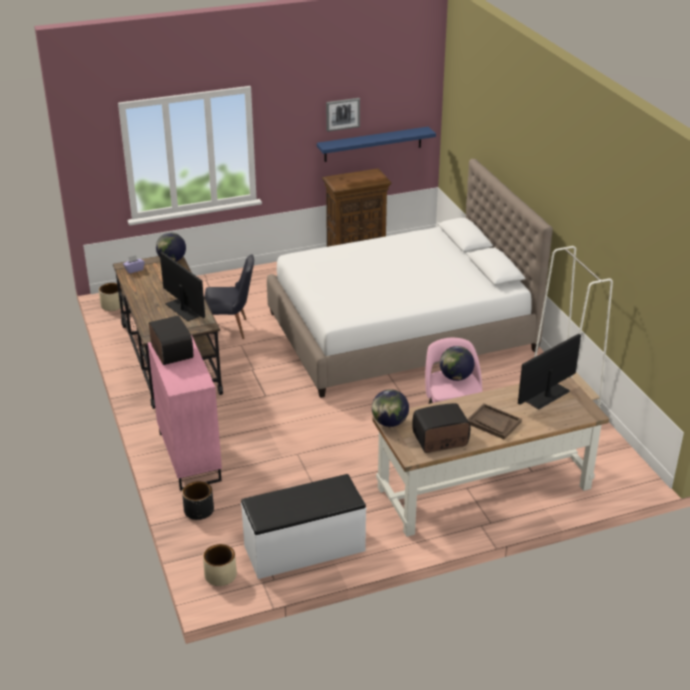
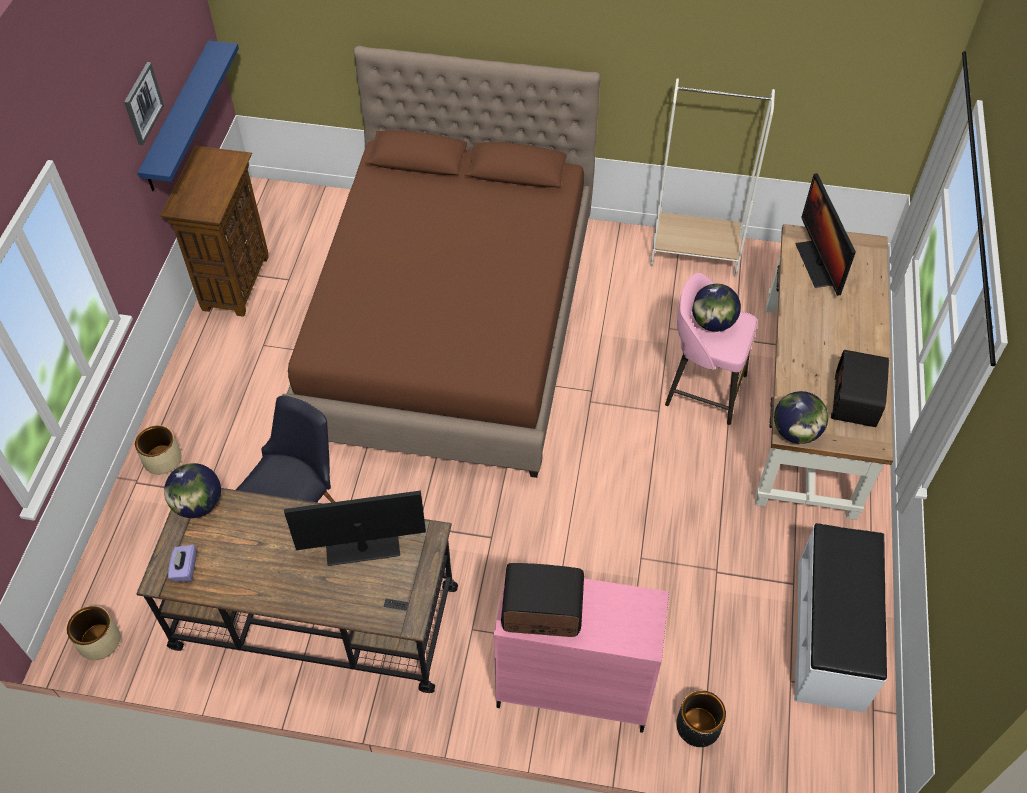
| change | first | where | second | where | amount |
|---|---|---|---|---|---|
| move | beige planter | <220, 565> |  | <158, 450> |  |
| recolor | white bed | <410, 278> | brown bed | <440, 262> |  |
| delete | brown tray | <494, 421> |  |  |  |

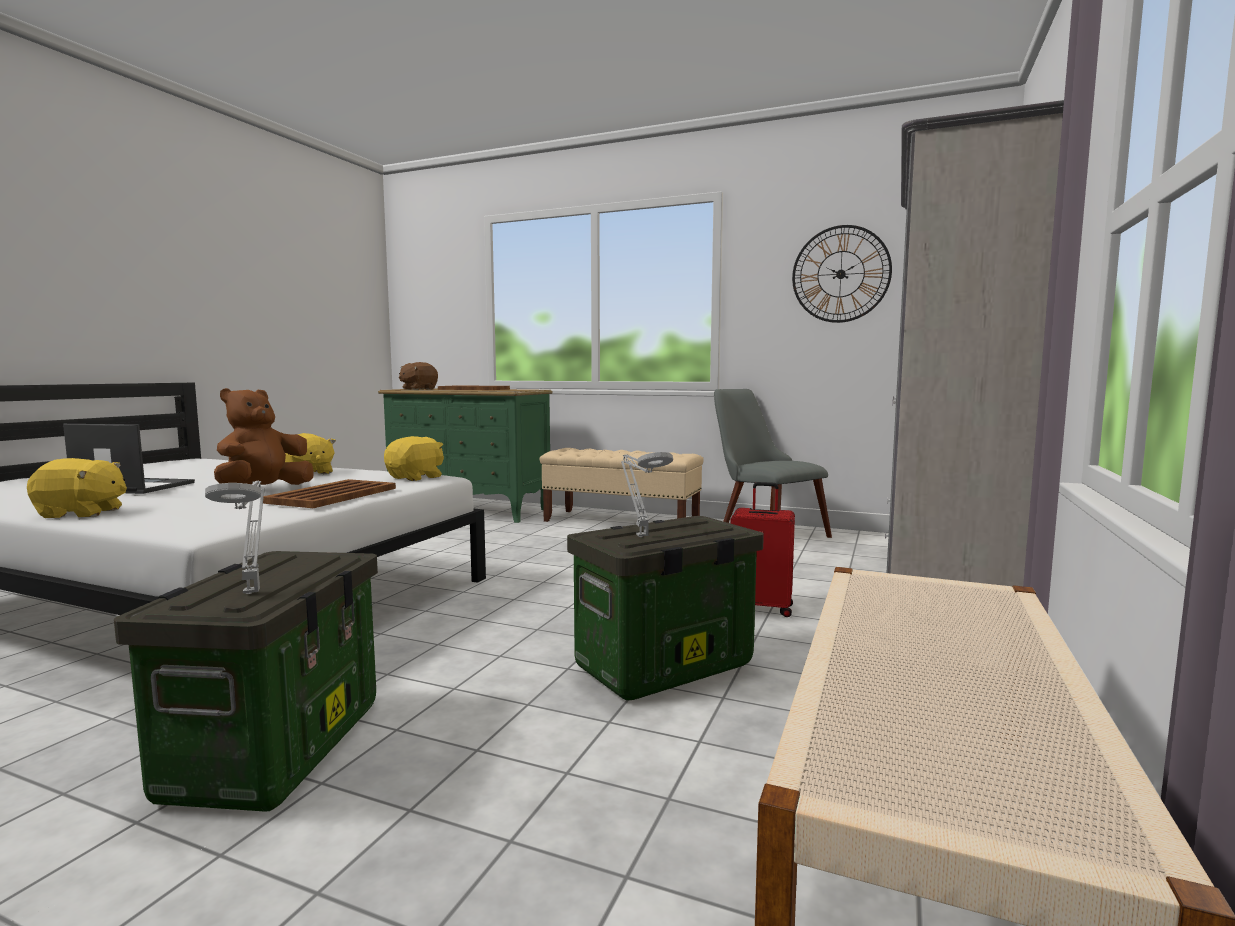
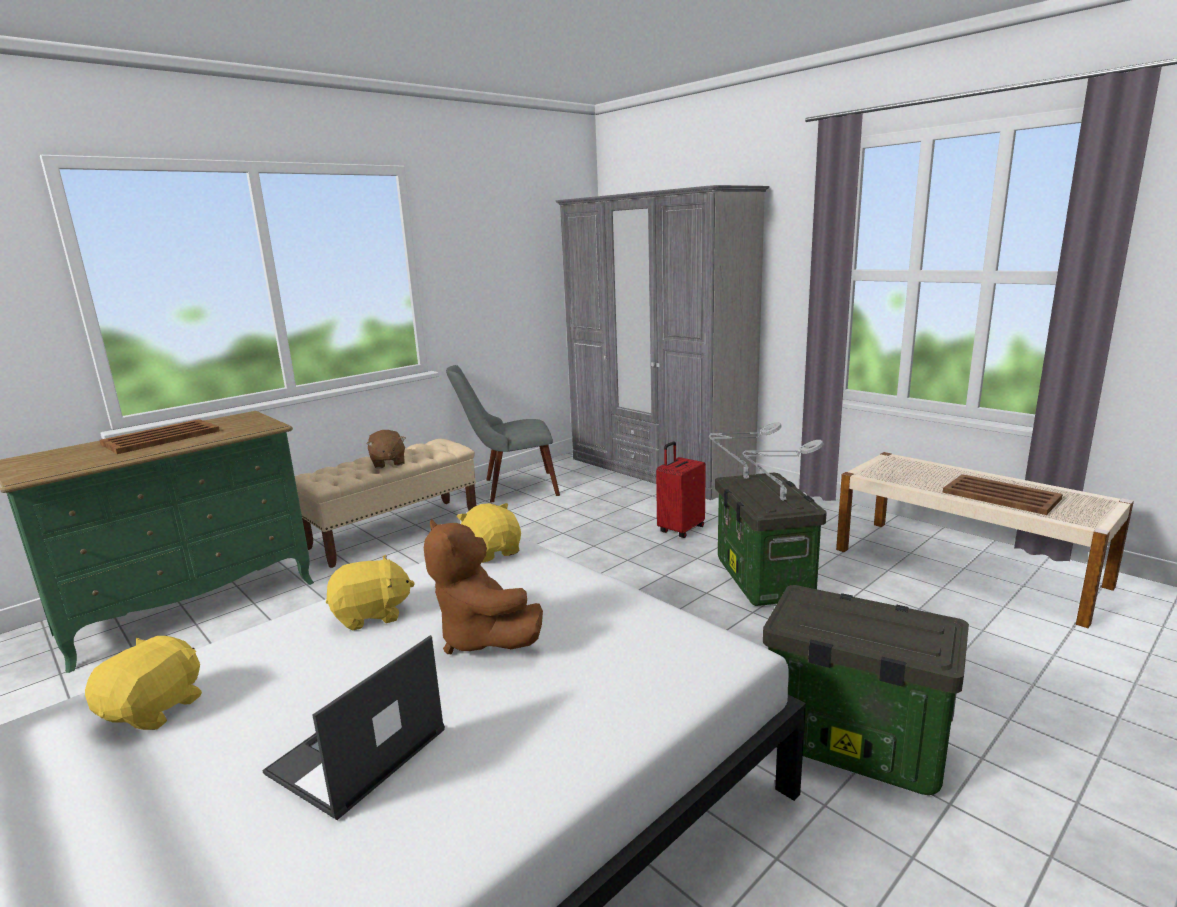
| change | first | where | second | where | amount |
|---|---|---|---|---|---|
| move | yellow plush toy | <77, 488> |  | <143, 683> |  |
| move | grey table lamp | <235, 537> |  | <745, 450> |  |
| move | brown tray | <329, 493> |  | <1003, 494> |  |
| move | brown plush toy | <418, 376> |  | <386, 449> |  |
| delete | wall clock | <842, 274> |  |  |  |

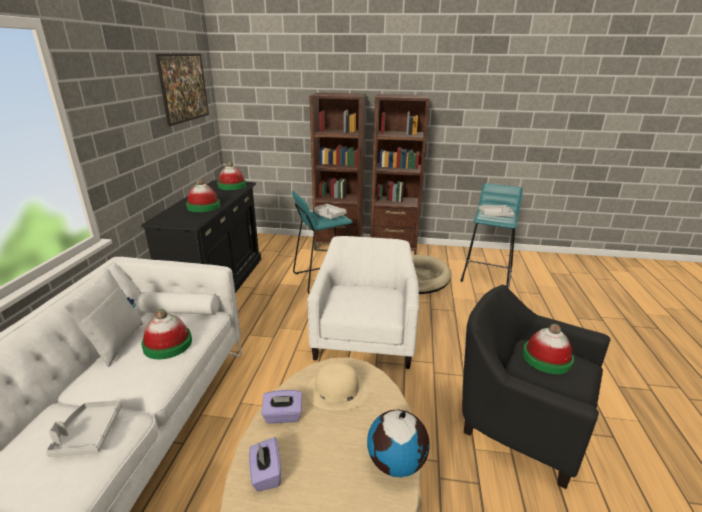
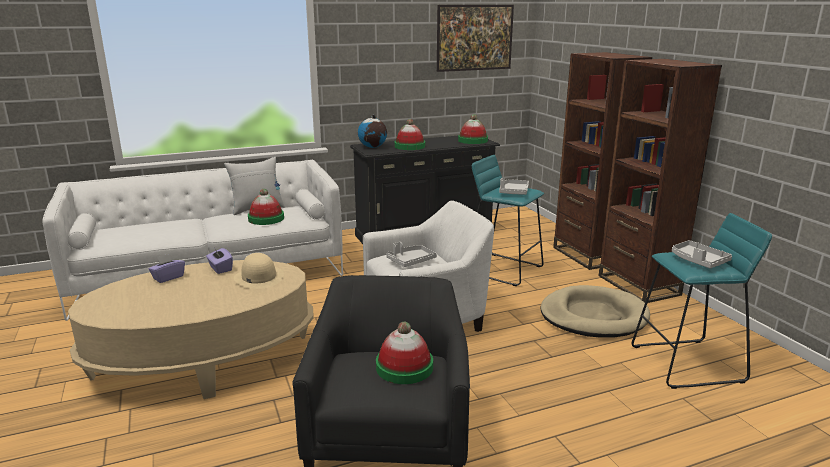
| change | first | where | second | where | amount |
|---|---|---|---|---|---|
| move | grey tray | <84, 428> |  | <411, 254> |  |
| move | globe | <398, 443> |  | <372, 131> |  |

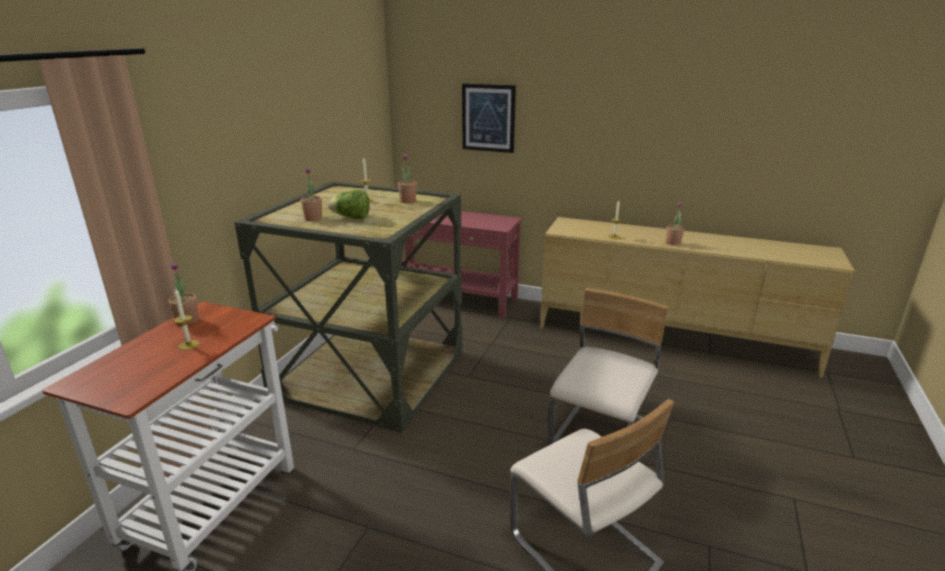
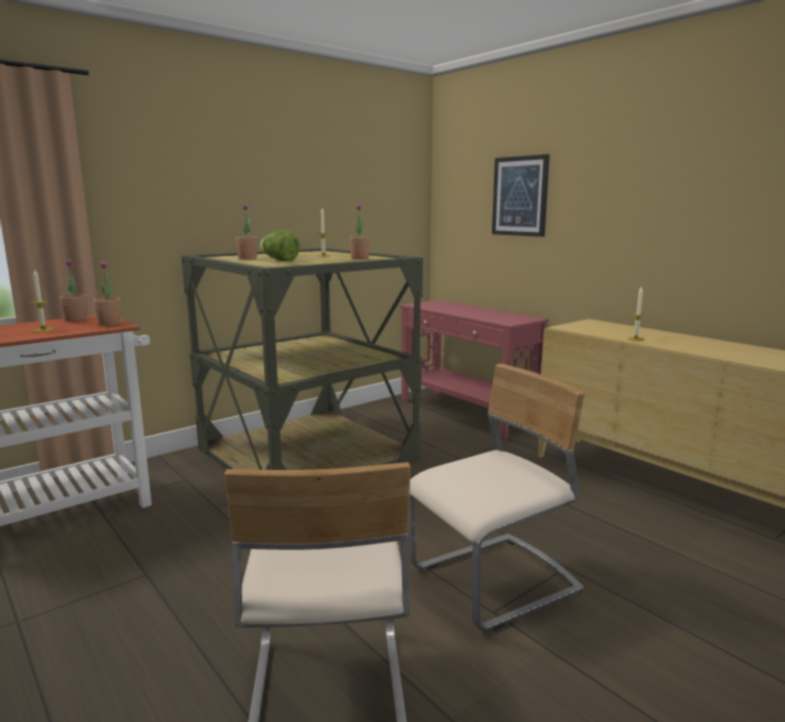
| change | first | where | second | where | amount |
|---|---|---|---|---|---|
| move | potted plant | <675, 224> |  | <107, 293> |  |

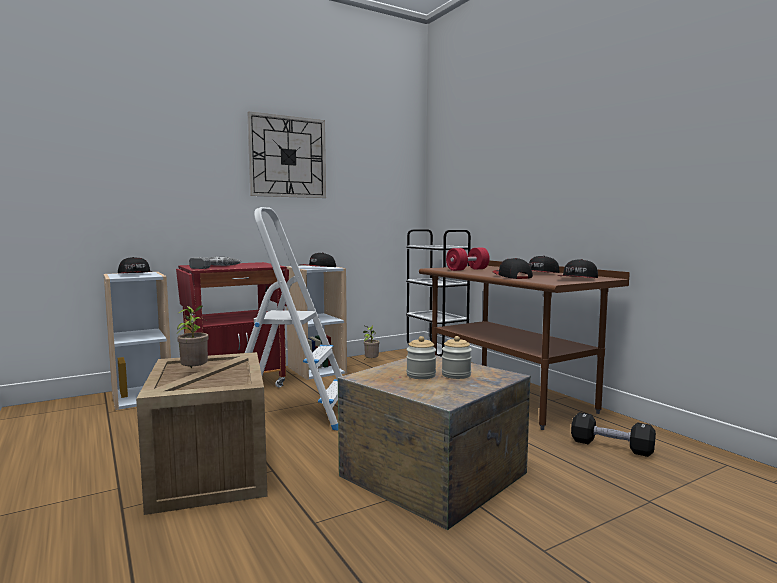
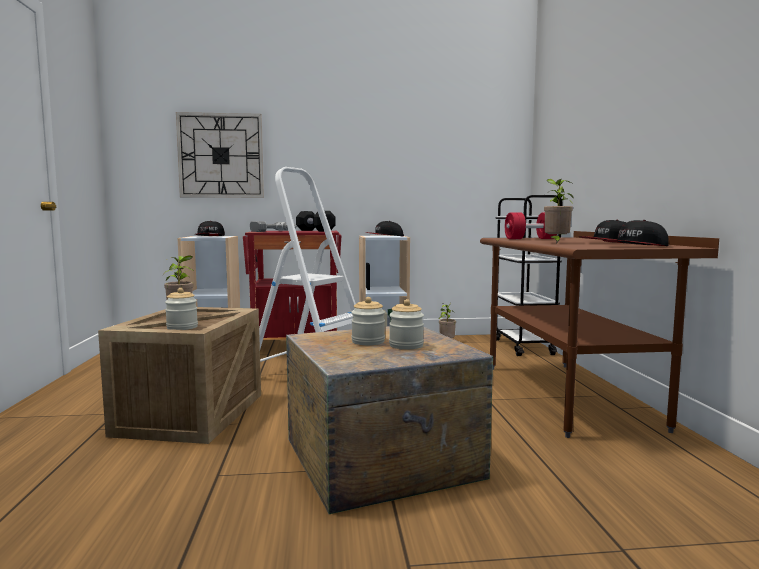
| change | first | where | second | where | amount |
|---|---|---|---|---|---|
| move | wall clock | <286, 154> |  | <220, 155> |  |
| replace | cap | <512, 268> | potted plant | <559, 211> |  |
| move | black dumbbell | <613, 434> |  | <316, 221> |  |
| insert |  |  | jar | <181, 309> |  |

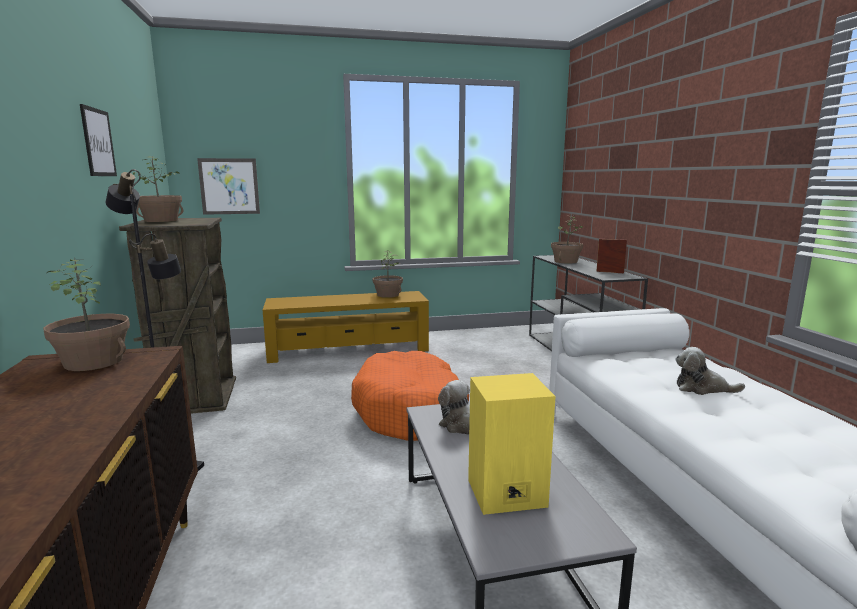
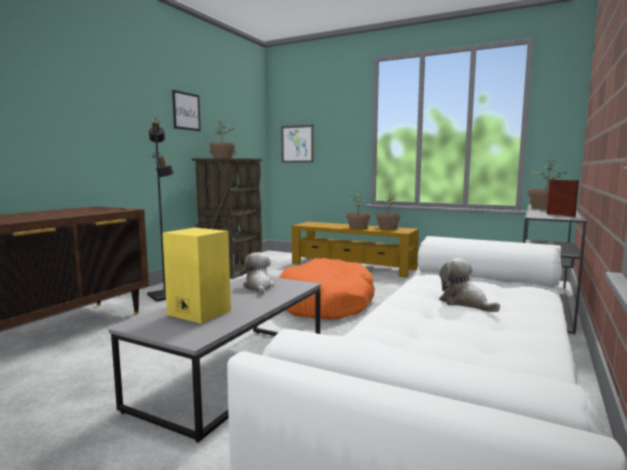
| change | first | where | second | where | amount |
|---|---|---|---|---|---|
| move | potted plant | <86, 314> |  | <358, 211> |  |

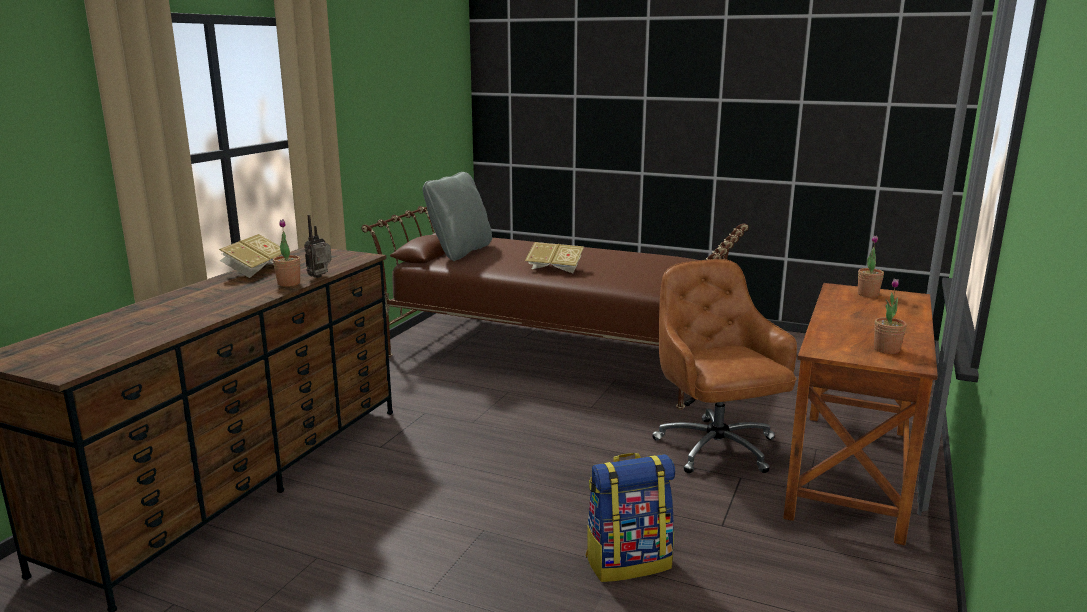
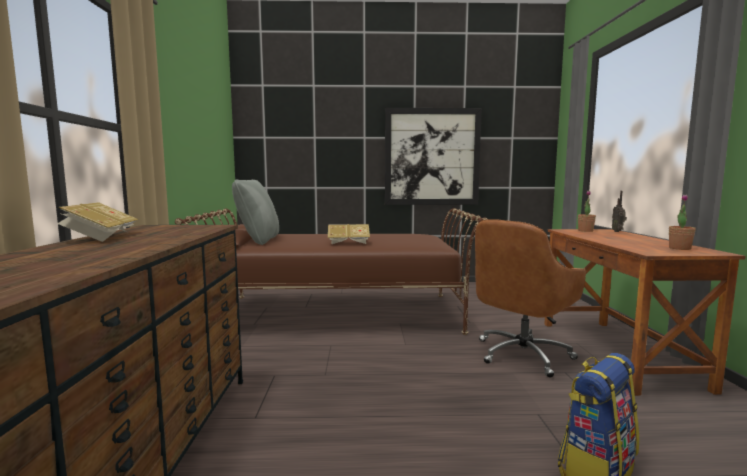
| change | first | where | second | where | amount |
|---|---|---|---|---|---|
| delete | potted plant | <286, 253> |  |  |  |
| move | radio | <318, 246> |  | <619, 211> |  |
| rotate | brown office chair | <724, 366> |  | <530, 298> | 90 degrees counterclockwise |
| insert |  |  | picture | <433, 156> |  |

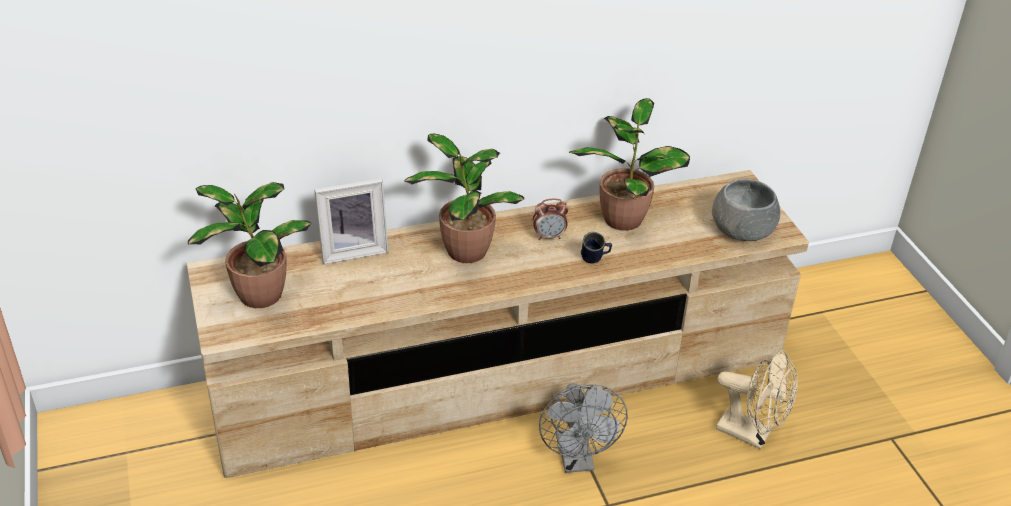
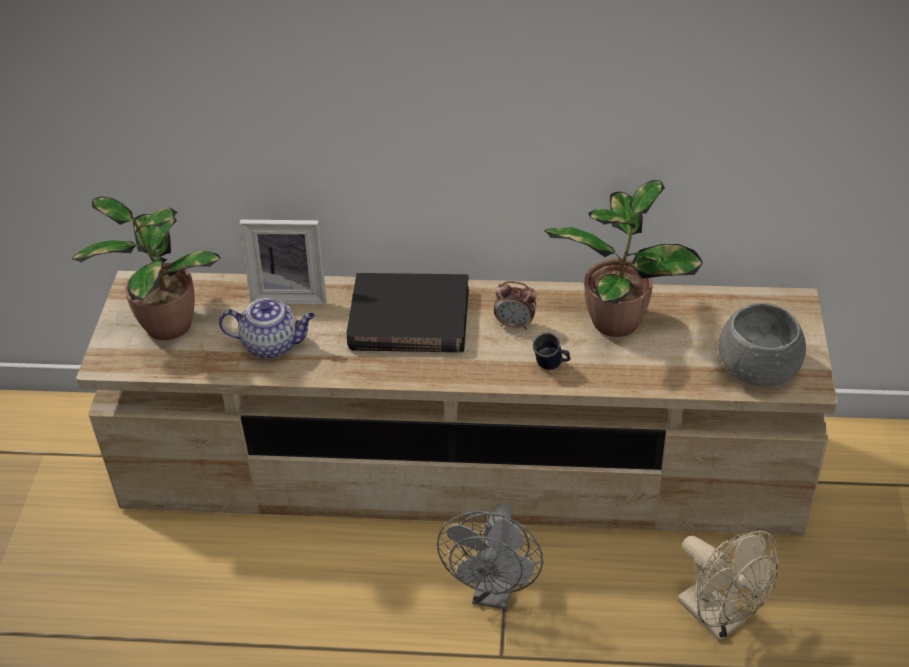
| change | first | where | second | where | amount |
|---|---|---|---|---|---|
| replace | potted plant | <464, 198> | black book | <407, 312> |  |
| insert |  |  | teapot | <267, 328> |  |

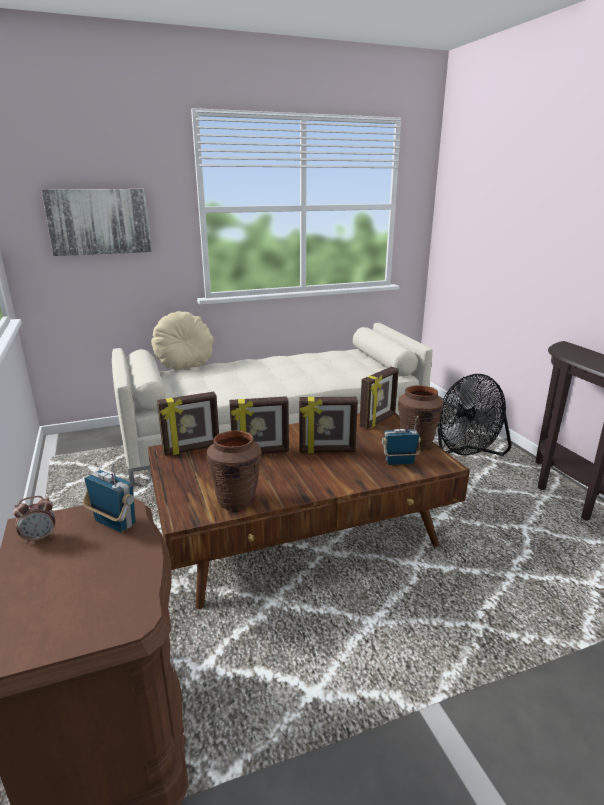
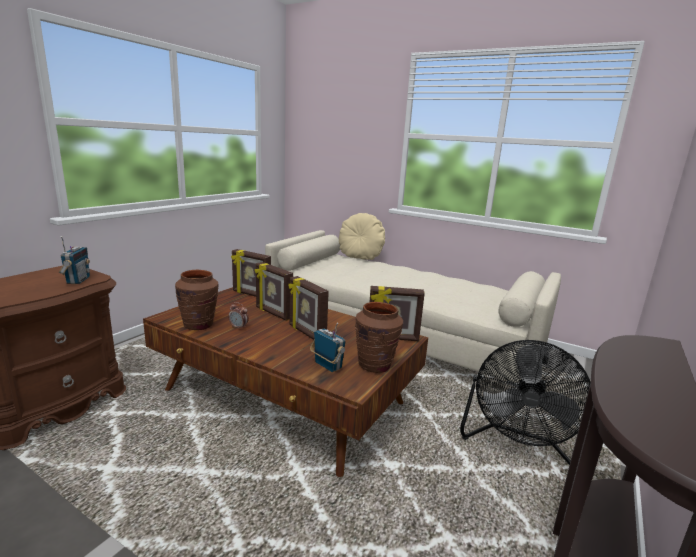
| change | first | where | second | where | amount |
|---|---|---|---|---|---|
| move | alarm clock | <34, 520> |  | <238, 316> |  |
| delete | picture | <96, 222> |  |  |  |

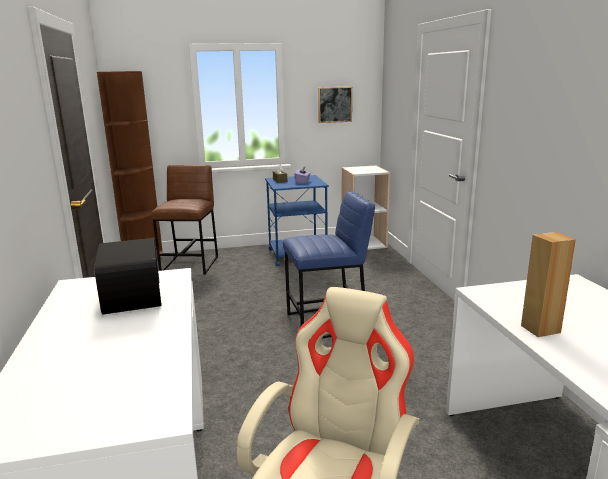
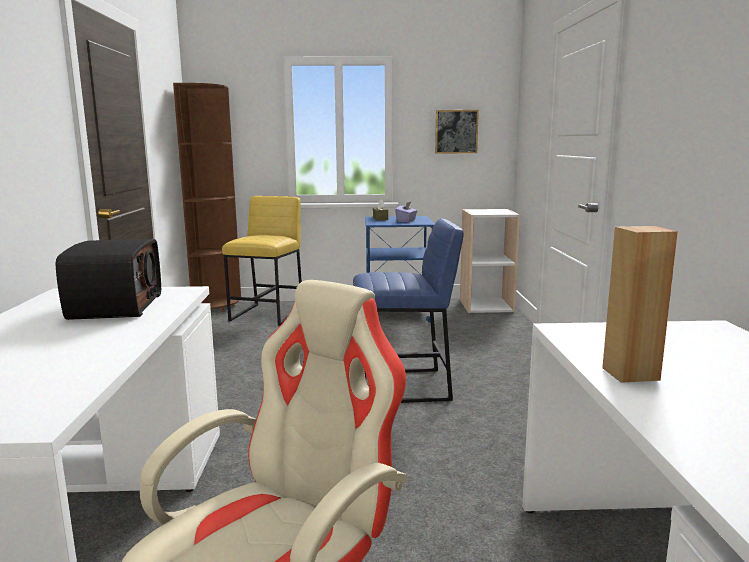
| change | first | where | second | where | amount |
|---|---|---|---|---|---|
| recolor | brown chair | <184, 220> | yellow chair | <262, 260> |  |

